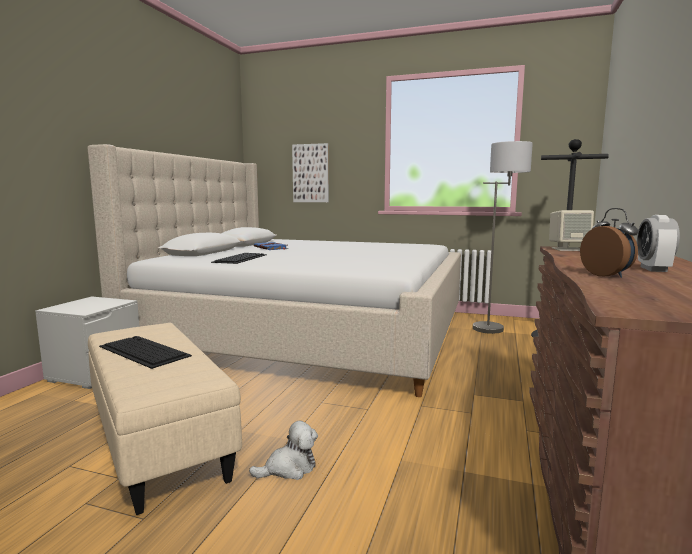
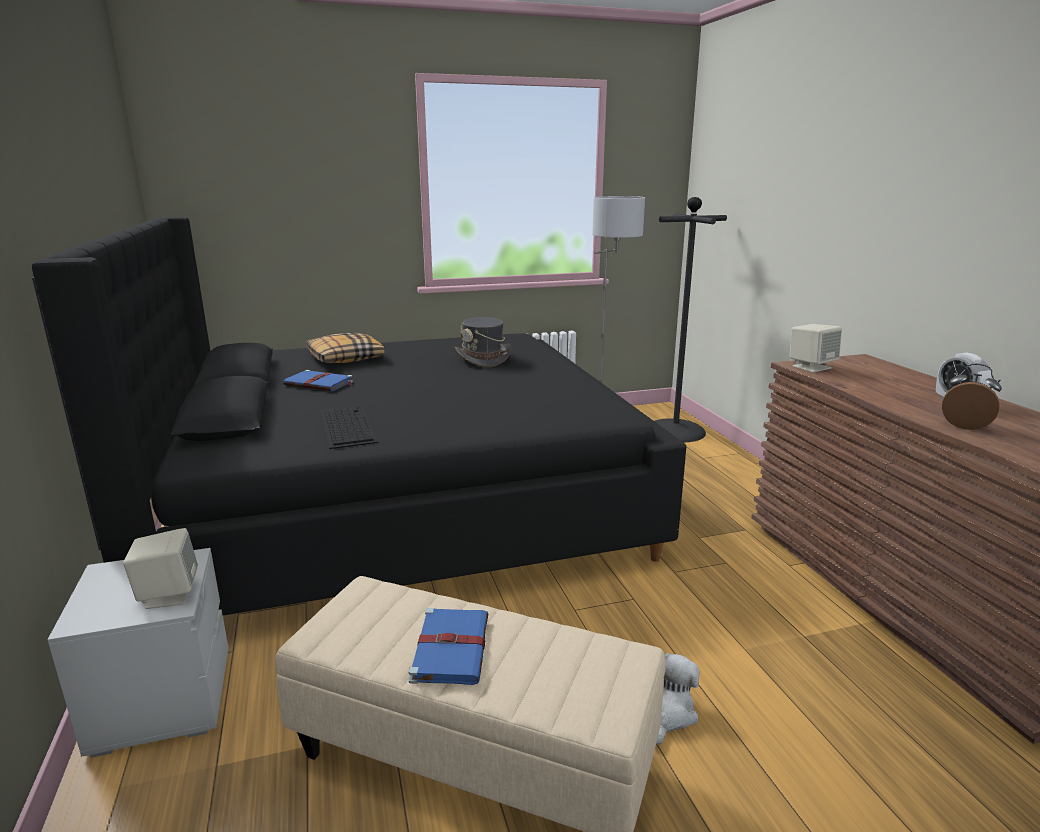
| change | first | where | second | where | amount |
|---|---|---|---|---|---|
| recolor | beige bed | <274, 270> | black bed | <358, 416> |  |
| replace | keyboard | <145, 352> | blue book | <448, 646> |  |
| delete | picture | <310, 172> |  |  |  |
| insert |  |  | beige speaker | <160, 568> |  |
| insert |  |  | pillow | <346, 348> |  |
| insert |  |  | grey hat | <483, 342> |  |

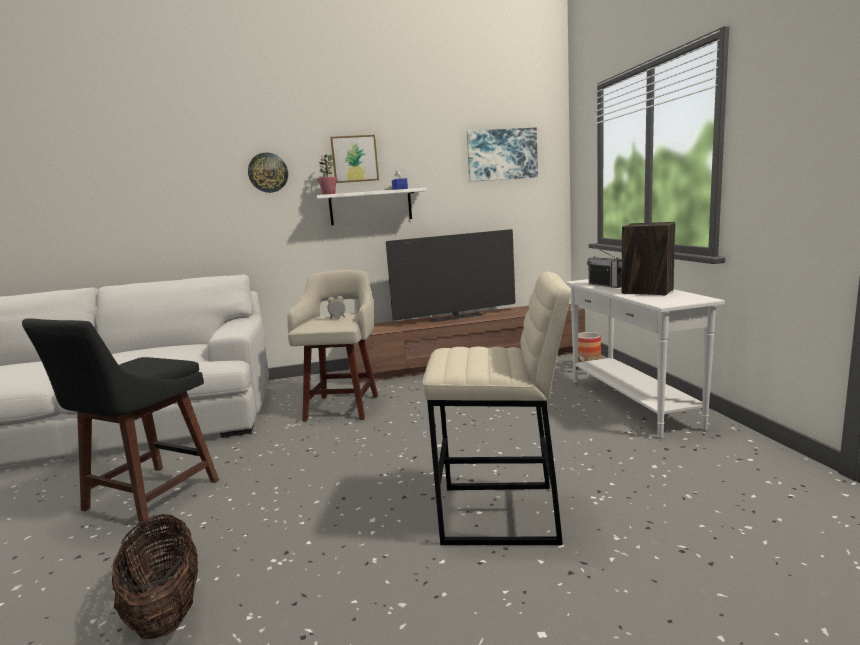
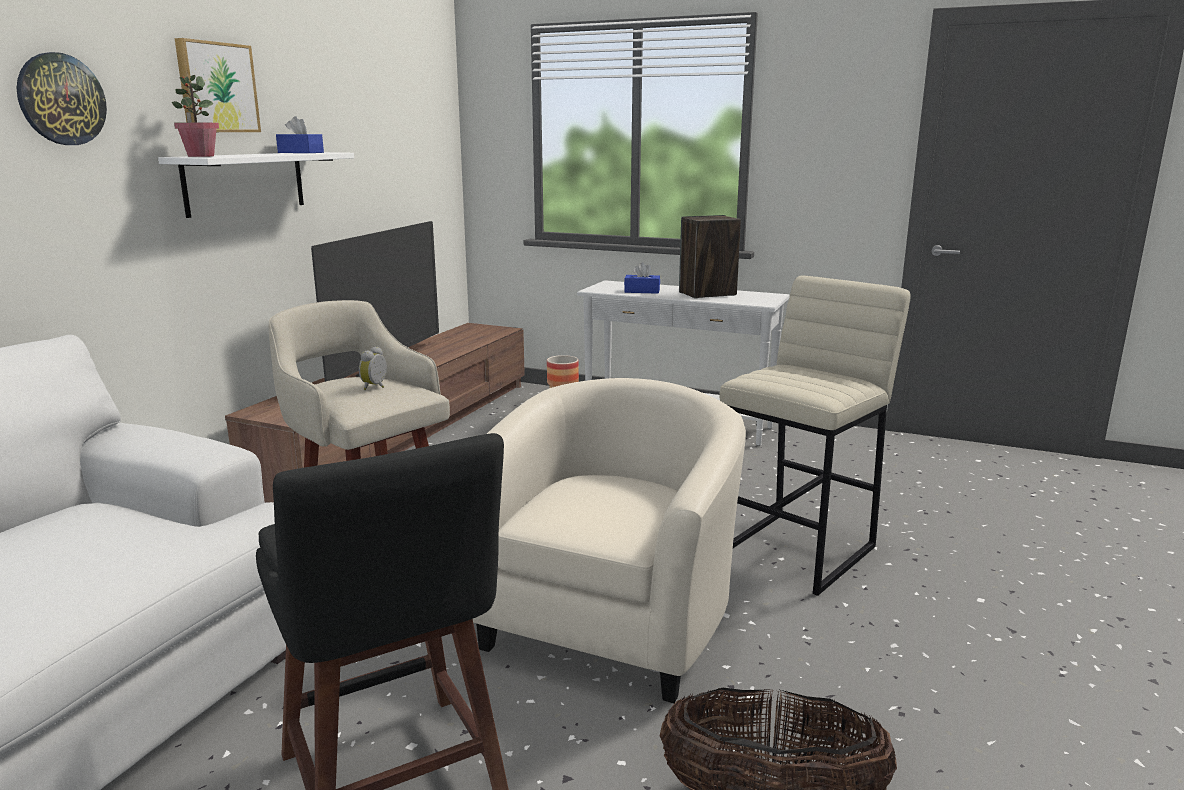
| change | first | where | second | where | amount |
|---|---|---|---|---|---|
| delete | picture | <502, 155> |  |  |  |
| replace | radio | <604, 267> | blue tissue box | <642, 278> |  |
| insert |  |  | beige armchair | <609, 541> |  |

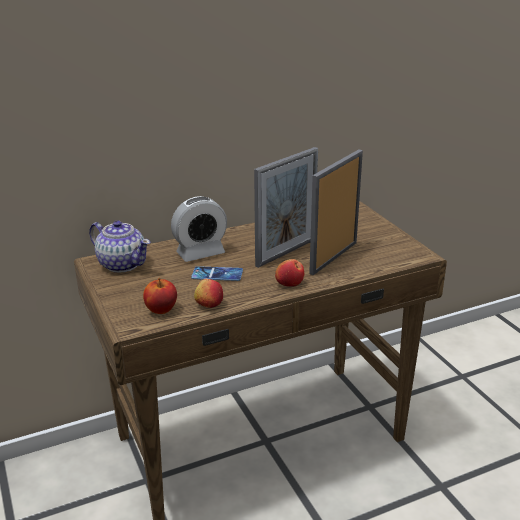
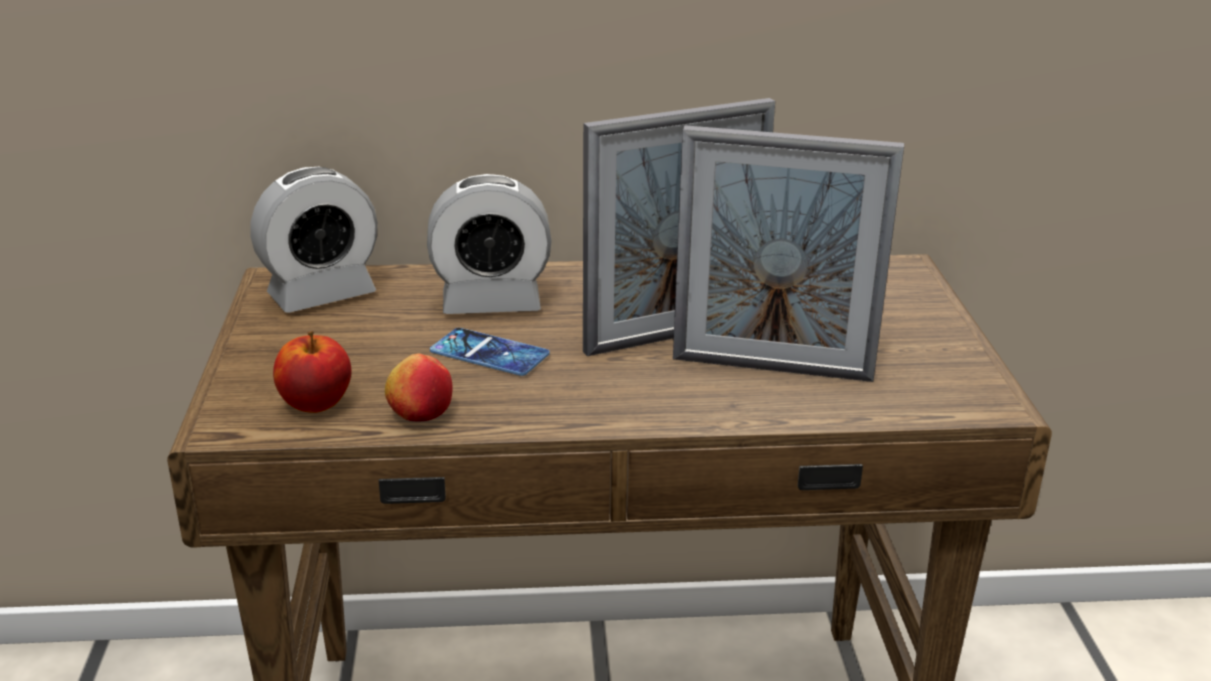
| change | first | where | second | where | amount |
|---|---|---|---|---|---|
| replace | teapot | <119, 246> | alarm clock | <314, 240> |  |
| delete | apple | <289, 273> |  |  |  |
| rotate | picture frame | <336, 212> |  | <788, 253> | 135 degrees counterclockwise |

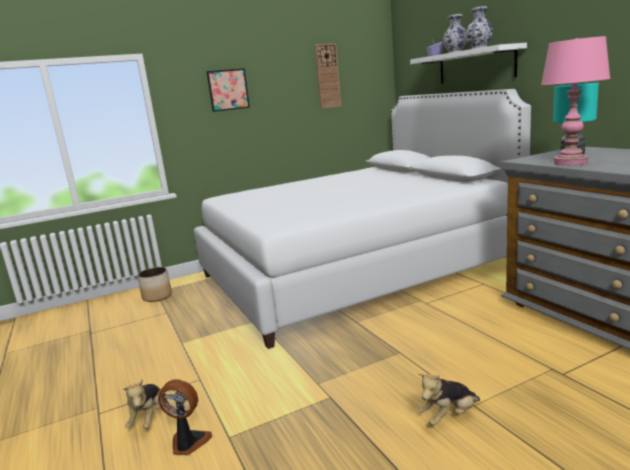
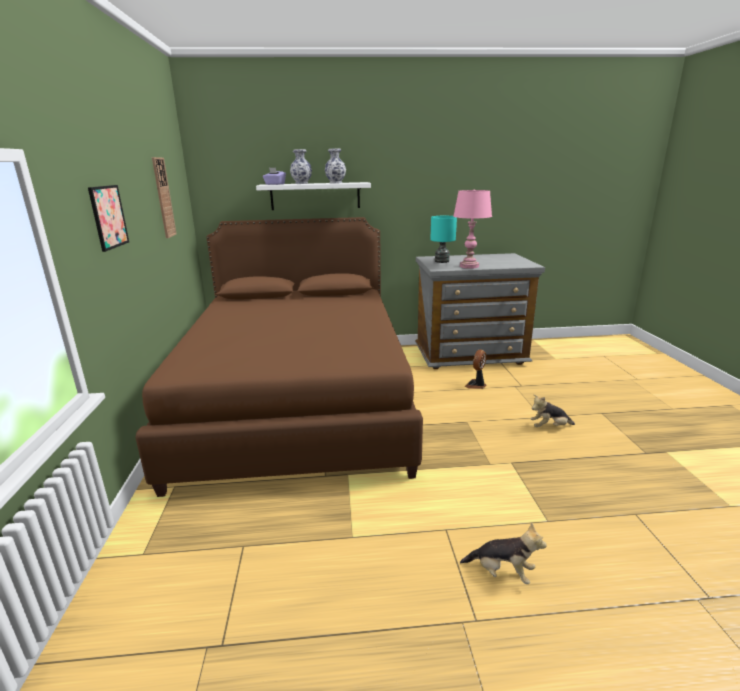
| change | first | where | second | where | amount |
|---|---|---|---|---|---|
| delete | planter | <154, 284> |  |  |  |
| move | fan | <185, 417> |  | <476, 369> |  |
| recolor | white bed | <362, 219> | brown bed | <279, 357> |  |
| rotate | plush toy | <449, 399> |  | <553, 410> | 90 degrees clockwise |

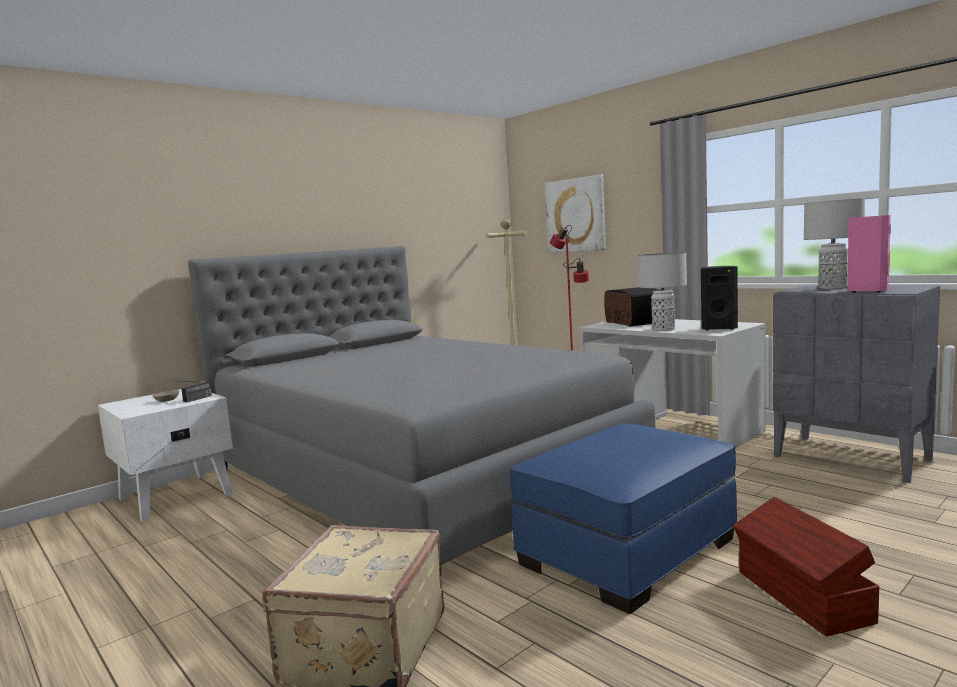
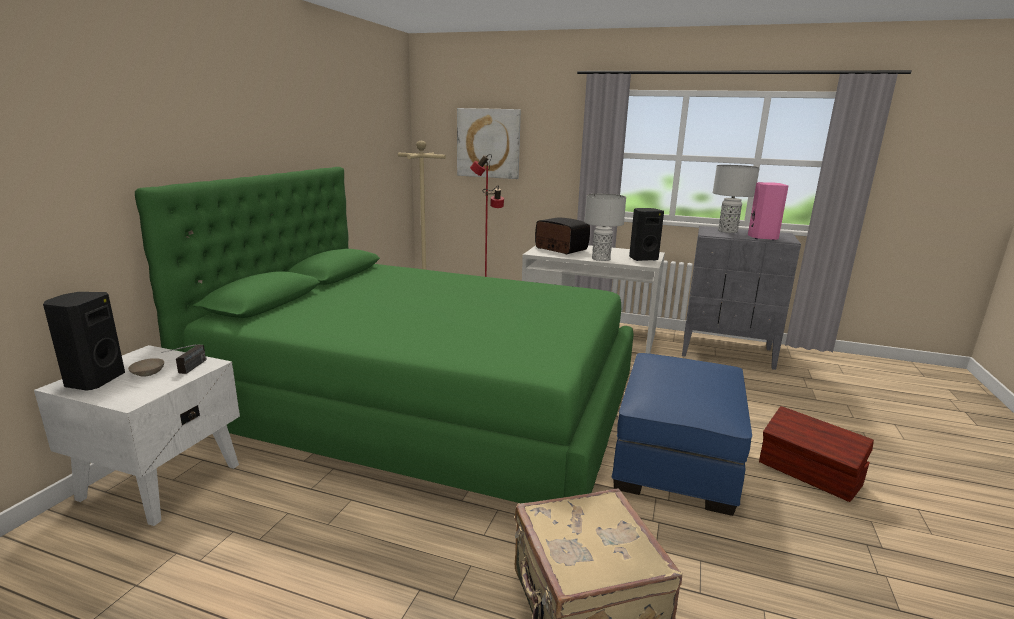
| change | first | where | second | where | amount |
|---|---|---|---|---|---|
| recolor | grey bed | <421, 405> | green bed | <384, 335> |  |
| insert |  |  | black speaker | <84, 341> |  |

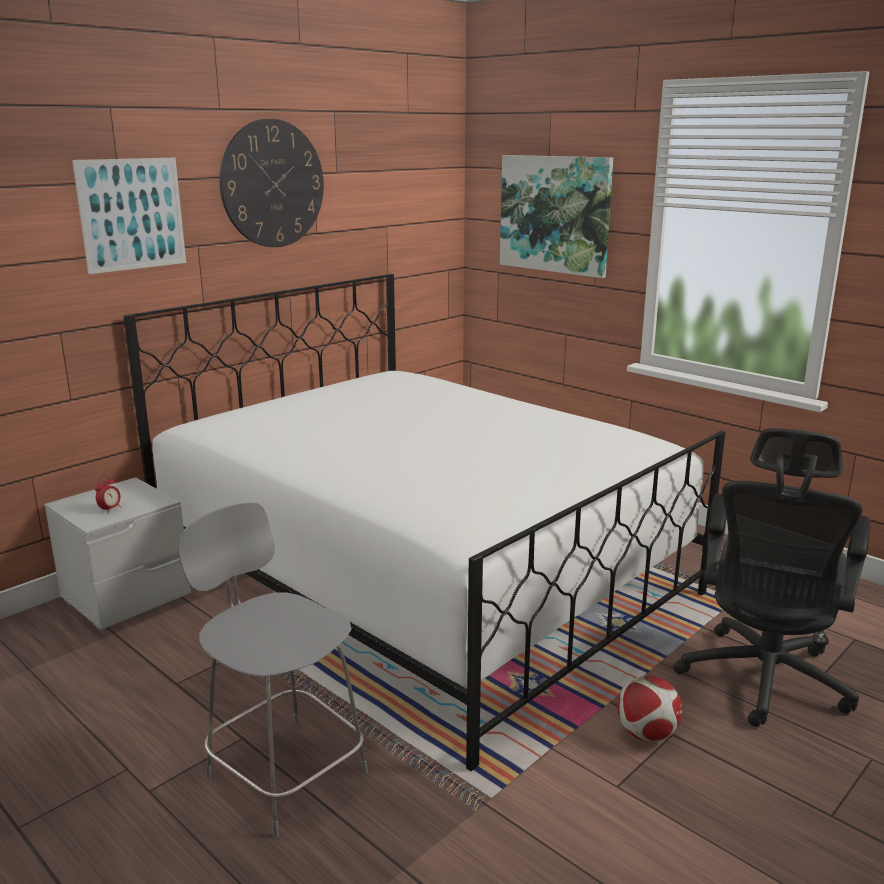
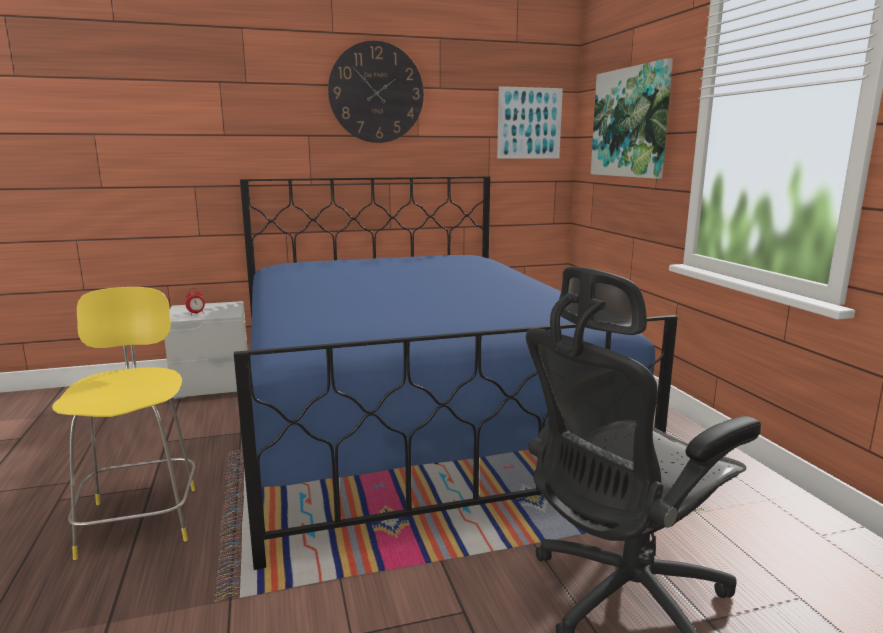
| change | first | where | second | where | amount |
|---|---|---|---|---|---|
| move | picture | <129, 216> |  | <530, 122> |  |
| recolor | white bed | <424, 522> | blue bed | <456, 373> |  |
| recolor | grey chair | <272, 669> | yellow chair | <124, 423> |  |
| delete | football | <649, 708> |  |  |  |

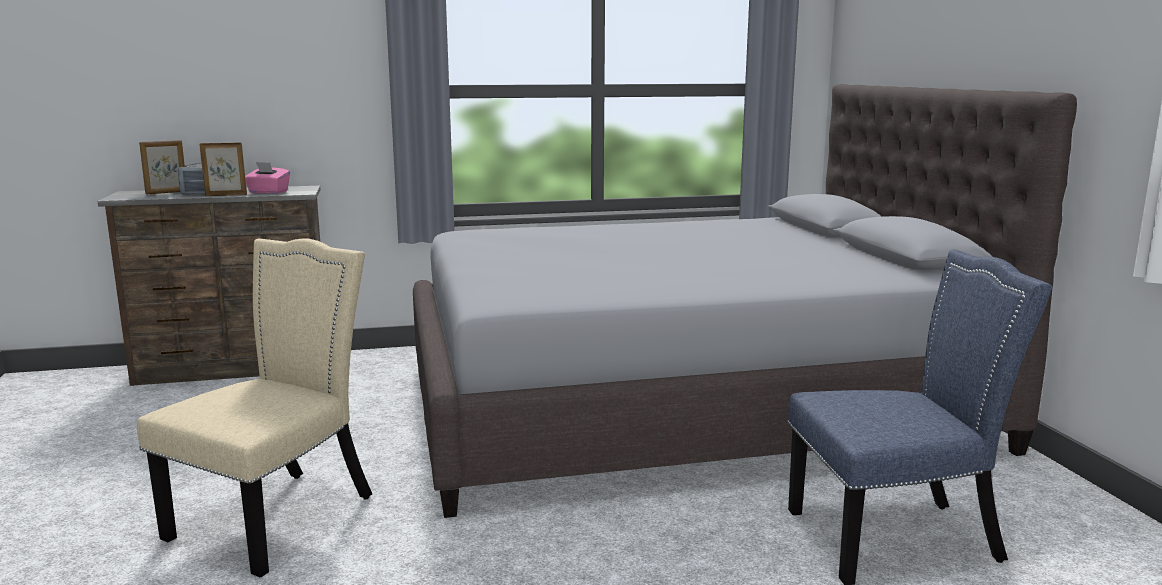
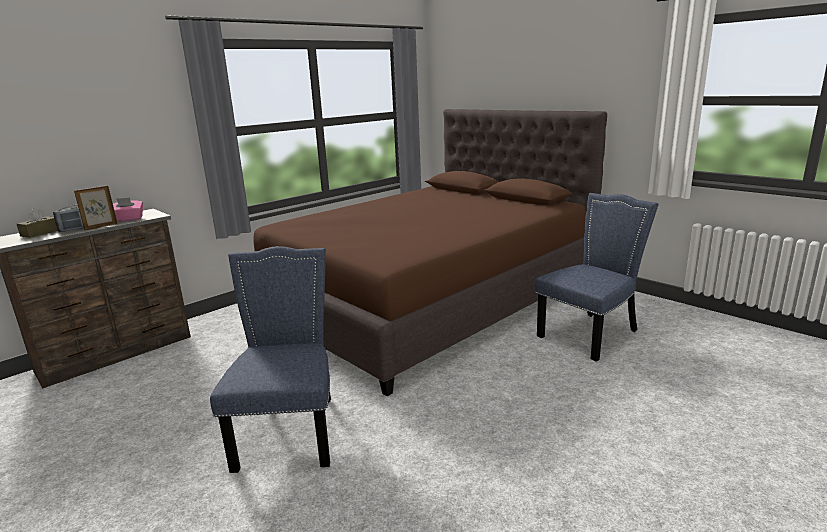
| change | first | where | second | where | amount |
|---|---|---|---|---|---|
| recolor | beige chair | <254, 408> | blue chair | <270, 359> |  |
| replace | picture frame | <162, 167> | brown tissue box | <37, 223> |  |
| recolor | grey bed | <745, 301> | brown bed | <430, 252> |  |

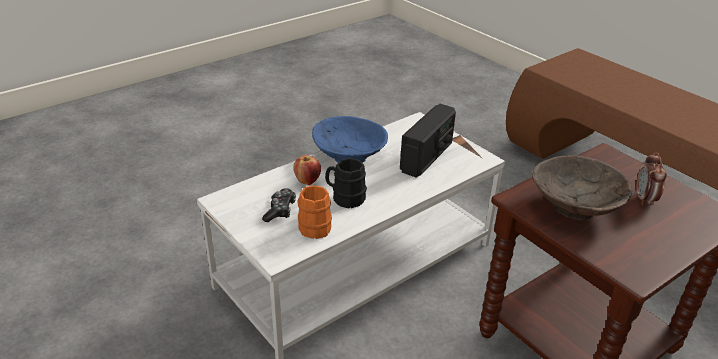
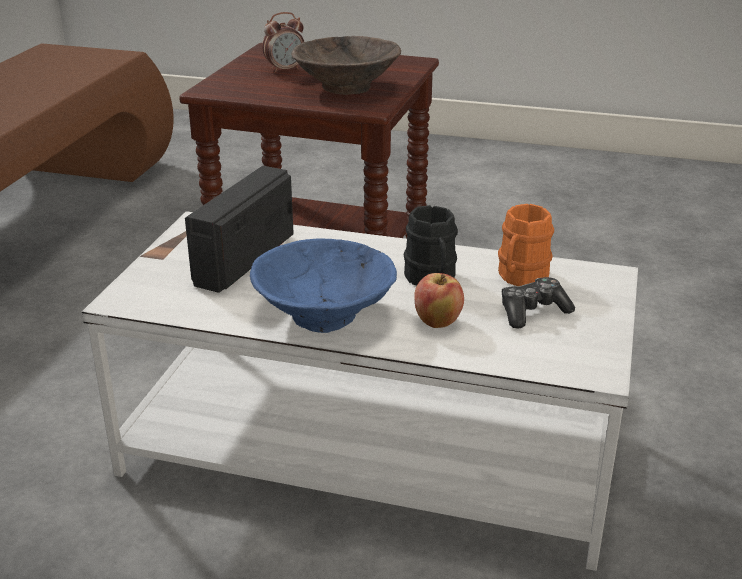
| change | first | where | second | where | amount |
|---|---|---|---|---|---|
| rotate | radio | <428, 141> |  | <239, 229> | 60 degrees counterclockwise |

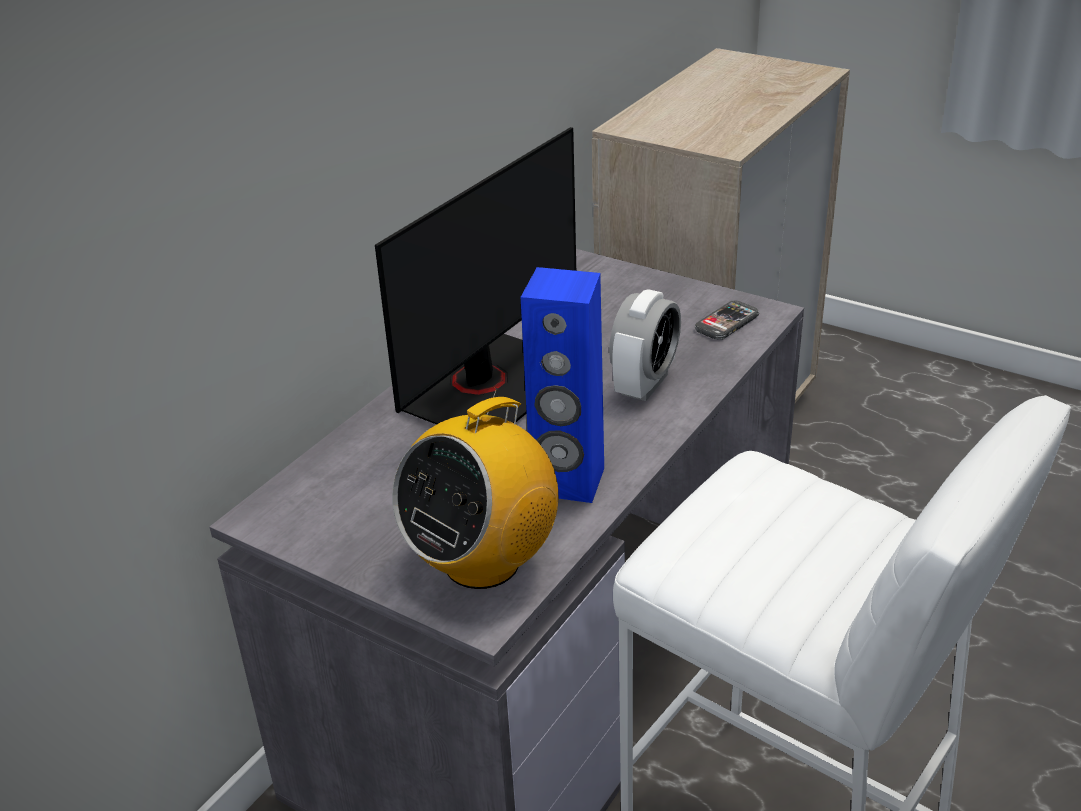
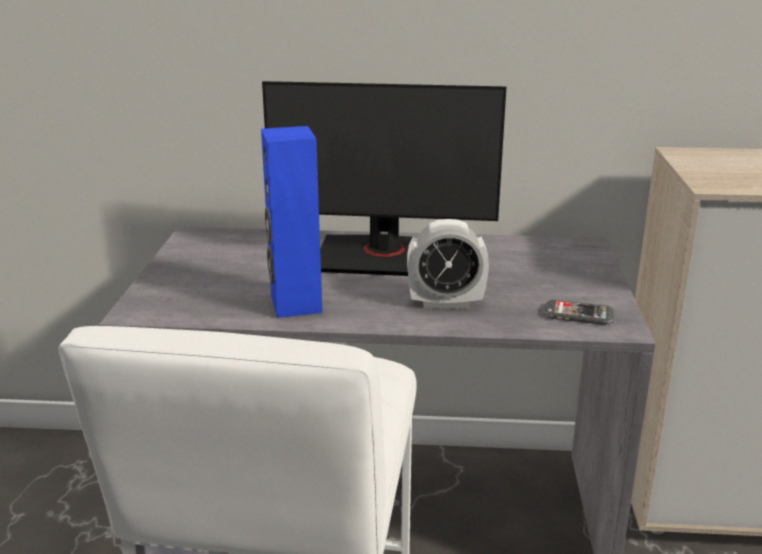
| change | first | where | second | where | amount |
|---|---|---|---|---|---|
| delete | radio | <475, 488> |  |  |  |

